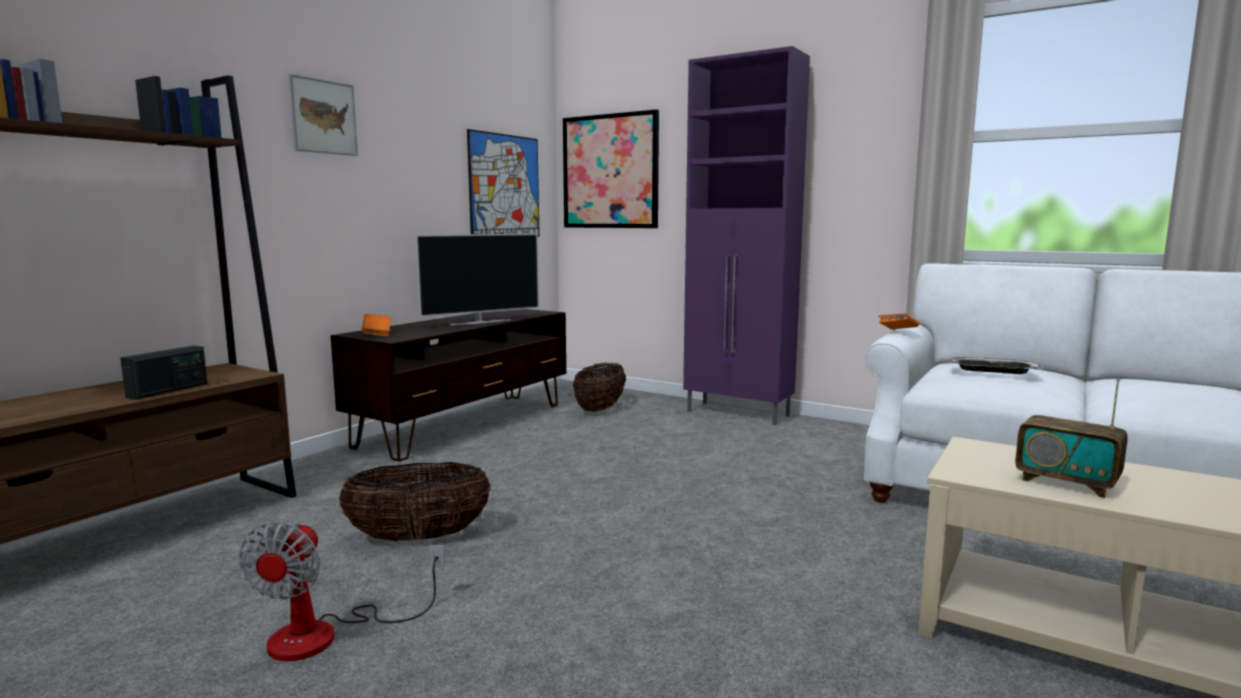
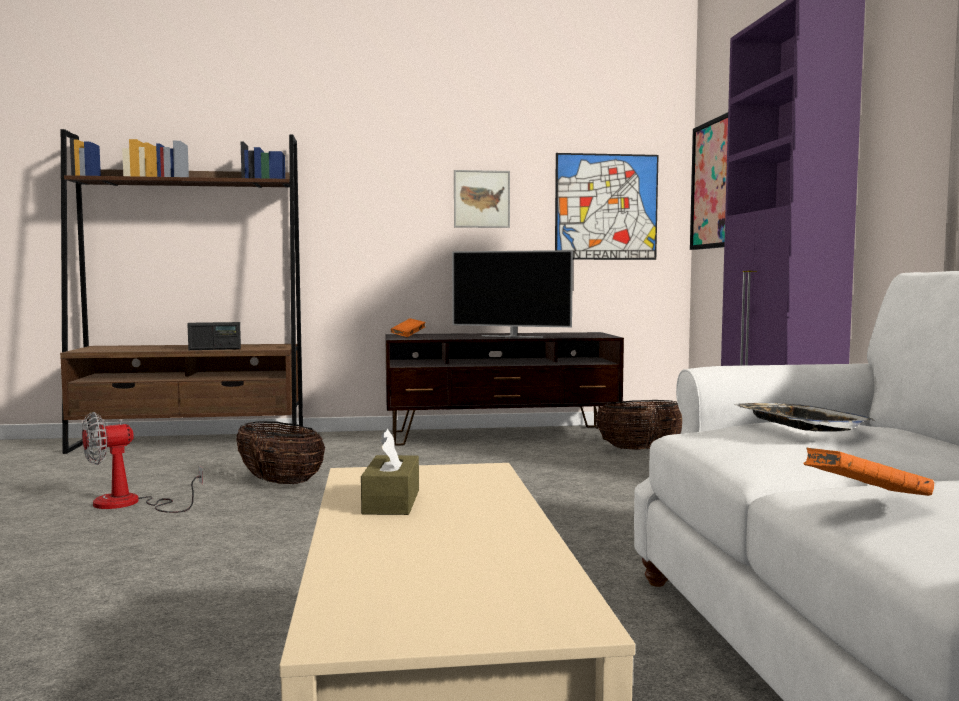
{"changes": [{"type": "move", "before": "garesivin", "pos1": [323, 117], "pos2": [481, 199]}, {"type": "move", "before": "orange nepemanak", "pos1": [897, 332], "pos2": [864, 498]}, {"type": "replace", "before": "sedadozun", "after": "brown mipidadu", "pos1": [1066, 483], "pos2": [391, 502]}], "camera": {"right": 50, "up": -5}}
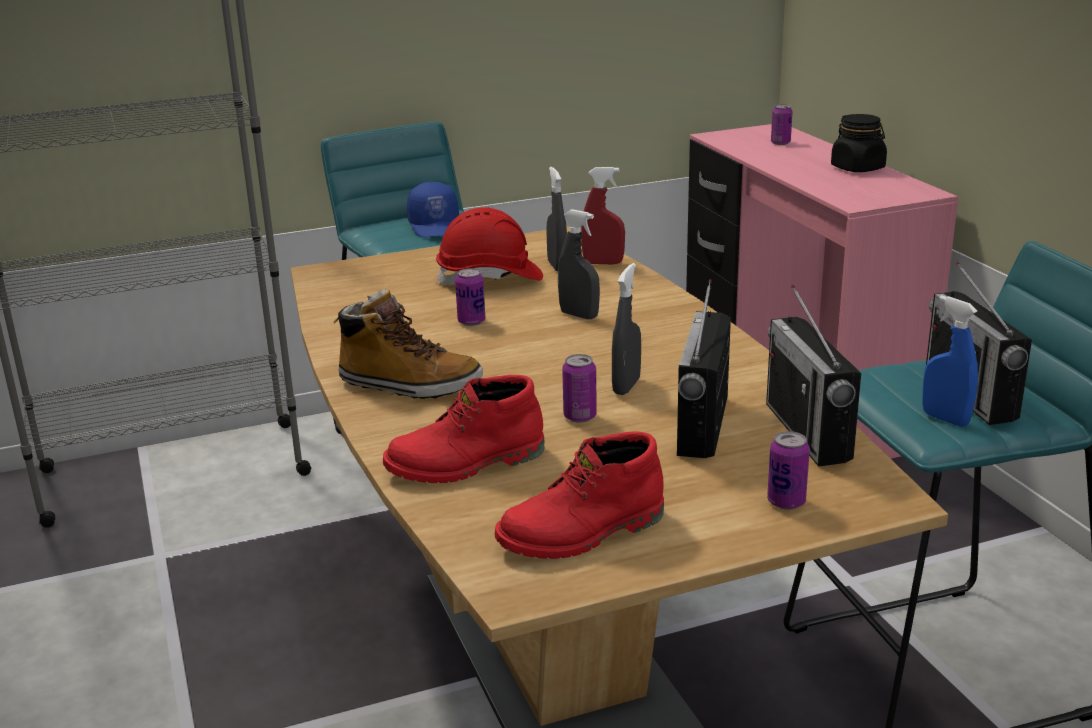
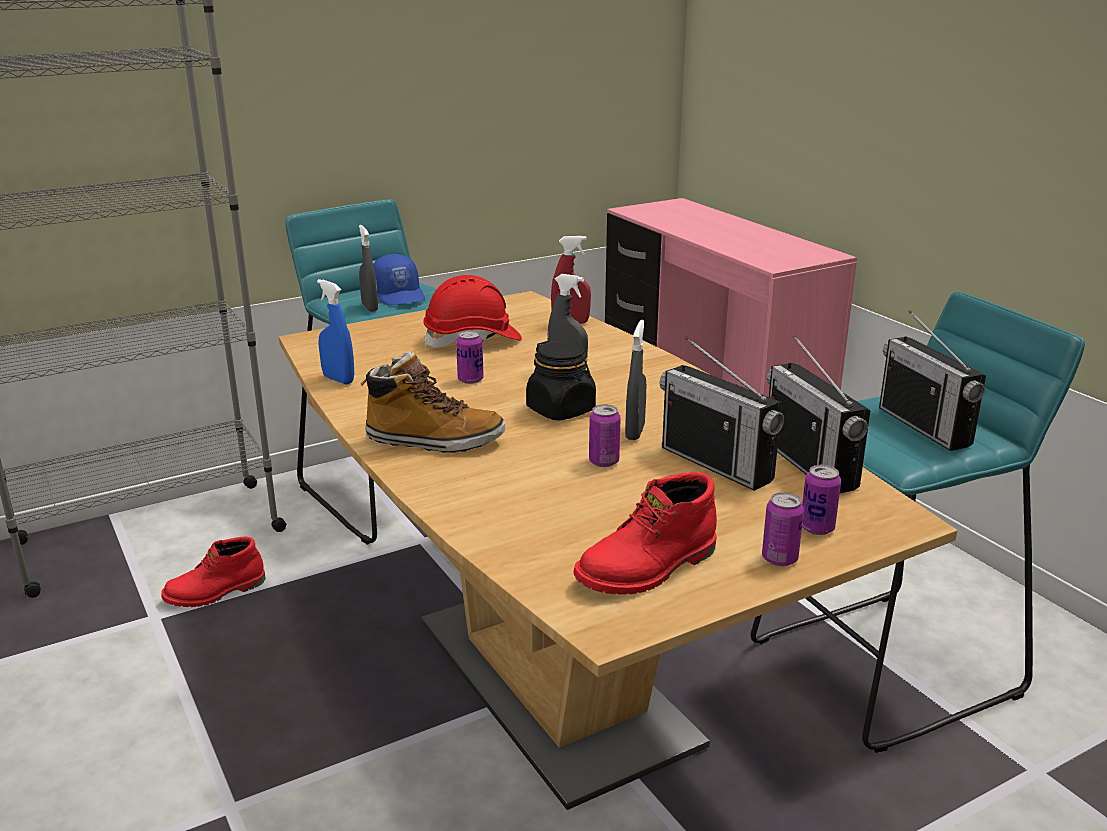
{"changes": [{"type": "move", "before": "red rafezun", "pos1": [466, 464], "pos2": [215, 593]}, {"type": "move", "before": "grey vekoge", "pos1": [557, 266], "pos2": [369, 307]}, {"type": "rotate", "before": "sedadozun", "pos1": [702, 425], "pos2": [716, 464], "turn": -45}, {"type": "move", "before": "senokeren", "pos1": [780, 143], "pos2": [779, 559]}, {"type": "move", "before": "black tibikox", "pos1": [858, 168], "pos2": [561, 410]}, {"type": "move", "before": "blue vekoge", "pos1": [945, 419], "pos2": [338, 379]}], "camera": {"right": -10, "up": 0}}
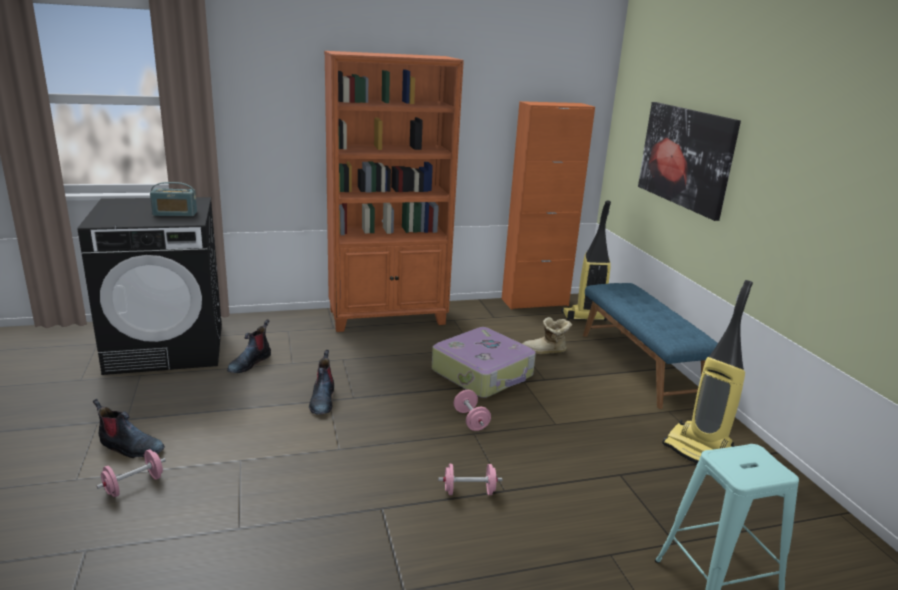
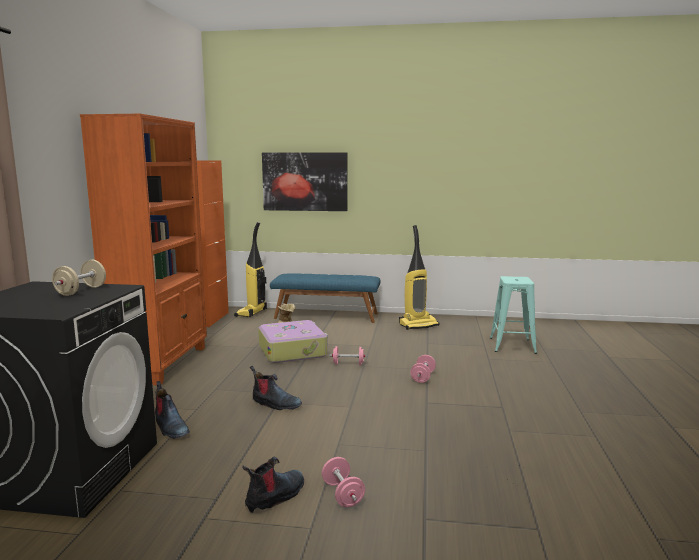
{"changes": [{"type": "replace", "before": "sedadozun", "after": "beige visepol", "pos1": [175, 214], "pos2": [81, 291]}], "camera": {"right": -65, "up": -10}}
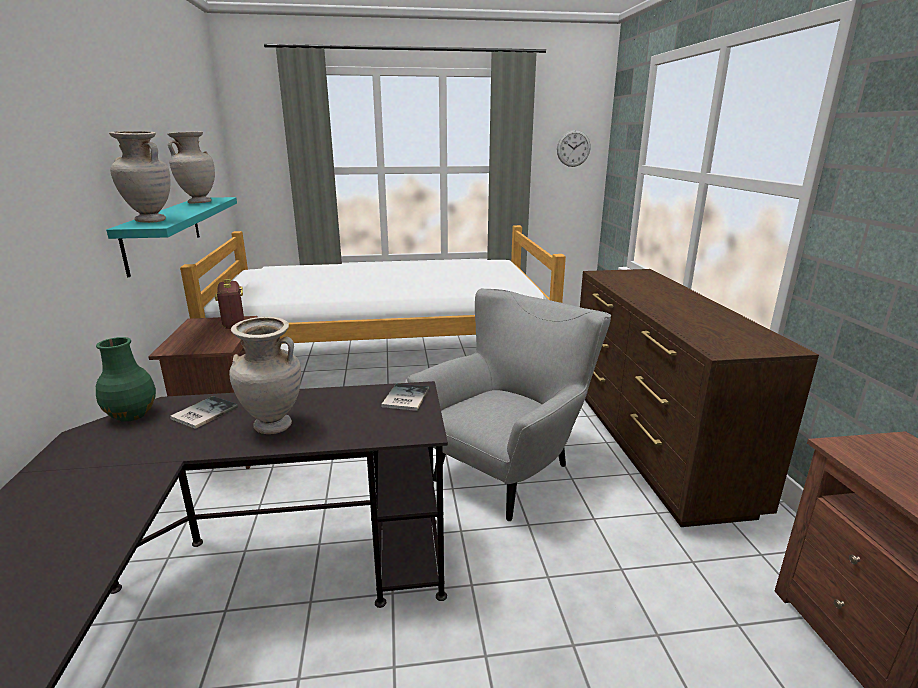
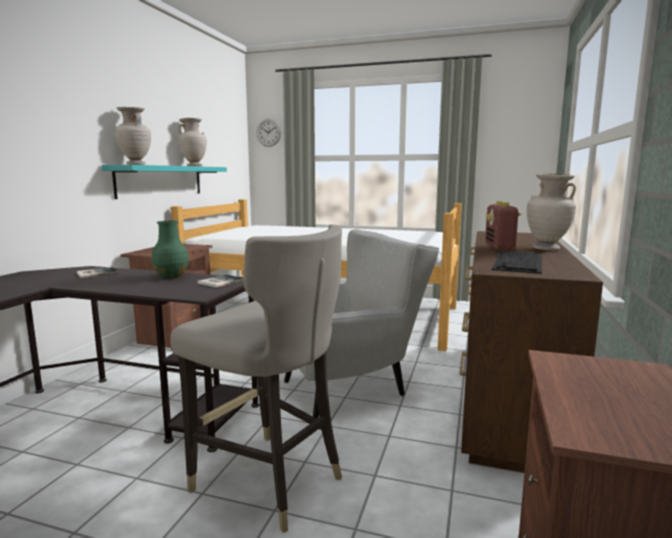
{"changes": [{"type": "move", "before": "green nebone", "pos1": [132, 415], "pos2": [171, 276]}, {"type": "move", "before": "sedadozun", "pos1": [234, 323], "pos2": [499, 247]}, {"type": "move", "before": "beige nebone", "pos1": [273, 427], "pos2": [546, 249]}, {"type": "move", "before": "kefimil", "pos1": [573, 148], "pos2": [268, 132]}, {"type": "insert", "after": "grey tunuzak", "pos2": [270, 481]}, {"type": "insert", "after": "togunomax", "pos2": [519, 262]}], "camera": {"right": 25, "up": -10}}
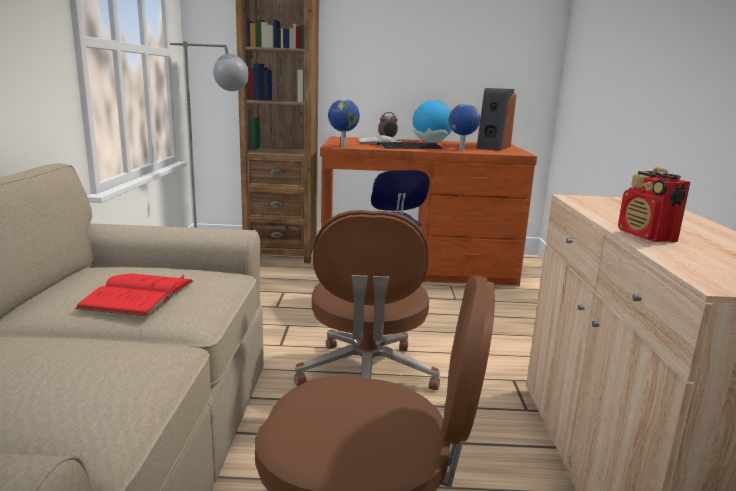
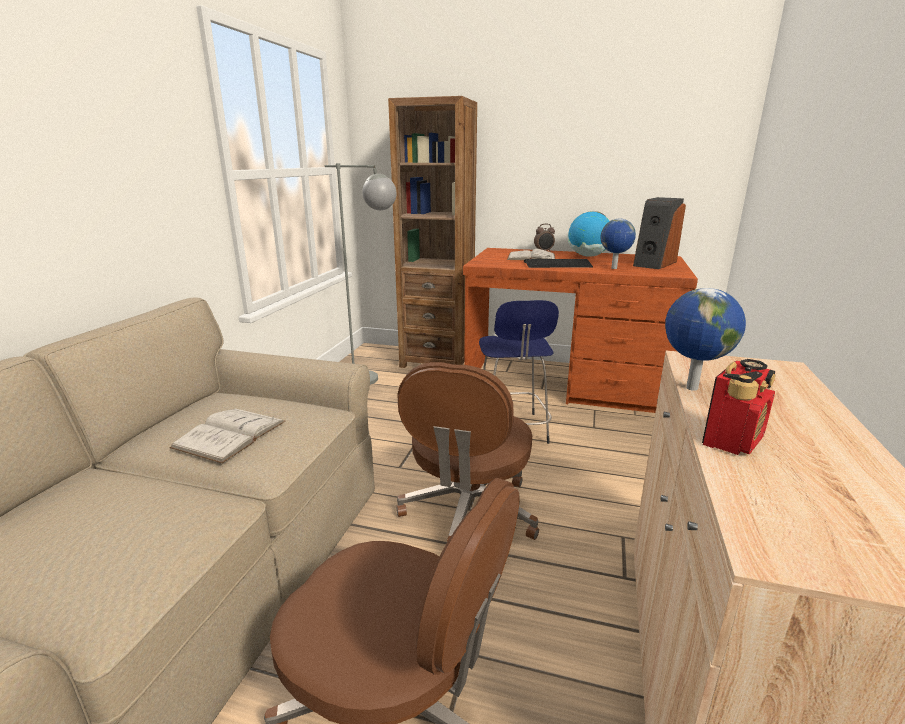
{"changes": [{"type": "recolor", "before": "red nepemanak", "after": "white nepemanak", "pos1": [138, 294], "pos2": [230, 434]}, {"type": "move", "before": "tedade", "pos1": [342, 146], "pos2": [690, 388]}, {"type": "rotate", "before": "sedadozun", "pos1": [647, 236], "pos2": [733, 440], "turn": -135}], "camera": {"right": 15, "up": 5}}
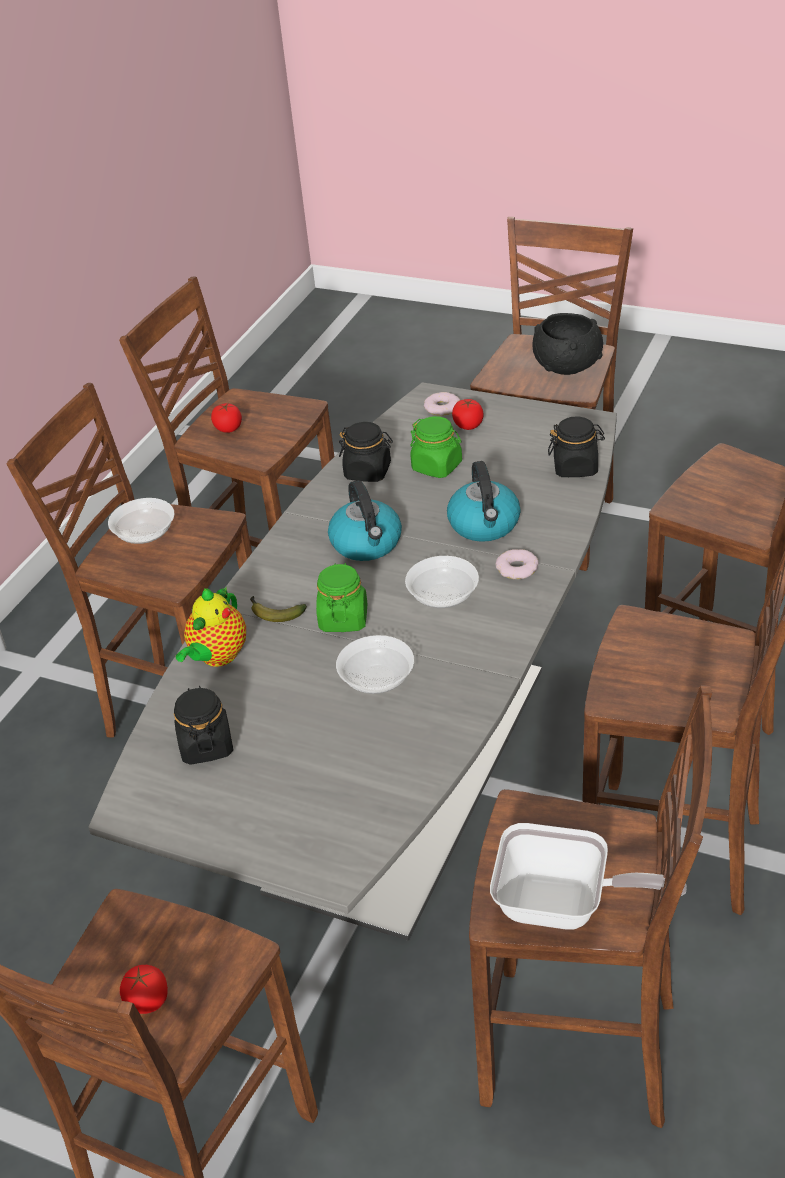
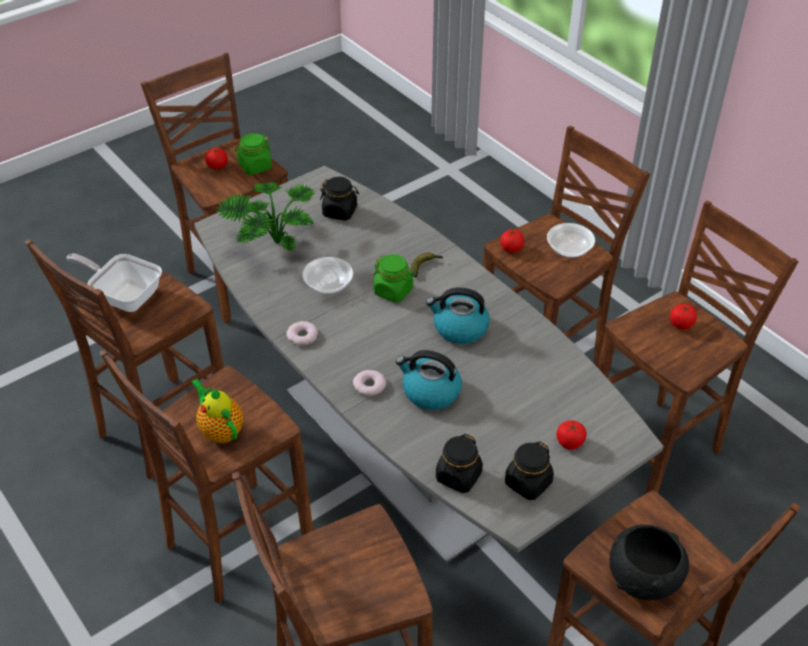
{"changes": [{"type": "move", "before": "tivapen", "pos1": [217, 657], "pos2": [220, 430]}, {"type": "move", "before": "black tibikox", "pos1": [368, 471], "pos2": [528, 483]}, {"type": "delete", "before": "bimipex", "pos1": [443, 596]}, {"type": "move", "before": "green tibikox", "pos1": [437, 466], "pos2": [255, 167]}, {"type": "move", "before": "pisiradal", "pos1": [442, 407], "pos2": [302, 336]}, {"type": "rotate", "before": "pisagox", "pos1": [564, 906], "pos2": [124, 296], "turn": 75}, {"type": "insert", "after": "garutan", "pos2": [270, 244]}, {"type": "insert", "after": "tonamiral", "pos2": [511, 248]}], "camera": {"right": 115, "up": 5}}
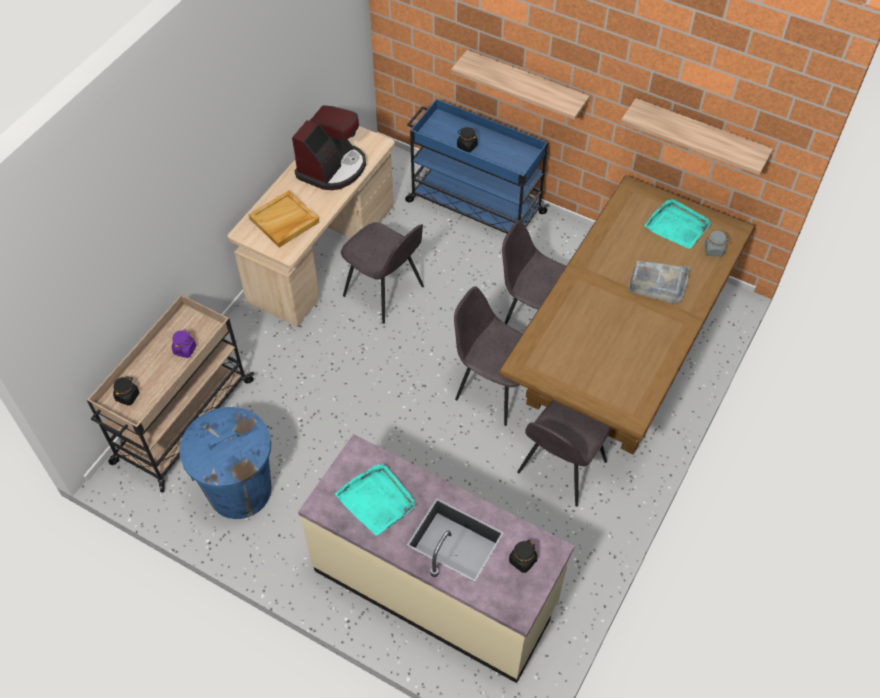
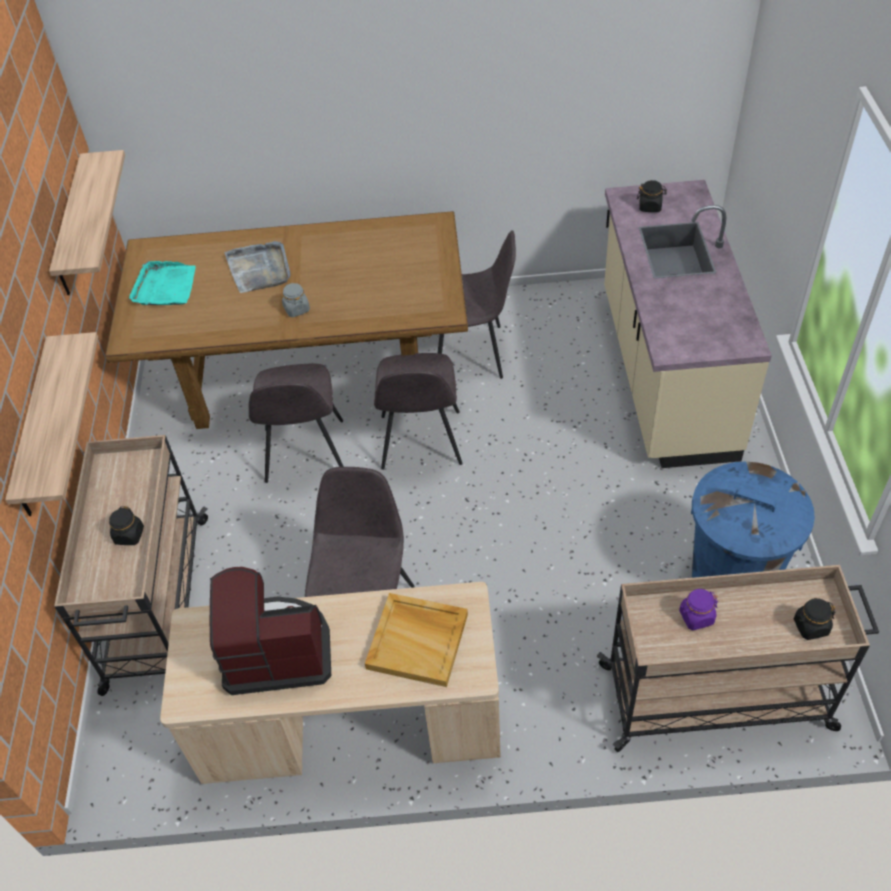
{"changes": [{"type": "delete", "before": "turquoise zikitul", "pos1": [377, 500]}, {"type": "recolor", "before": "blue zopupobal", "after": "beige zopupobal", "pos1": [474, 206], "pos2": [156, 604]}, {"type": "move", "before": "grey tibikox", "pos1": [714, 250], "pos2": [296, 309]}], "camera": {"right": -120, "up": -5}}
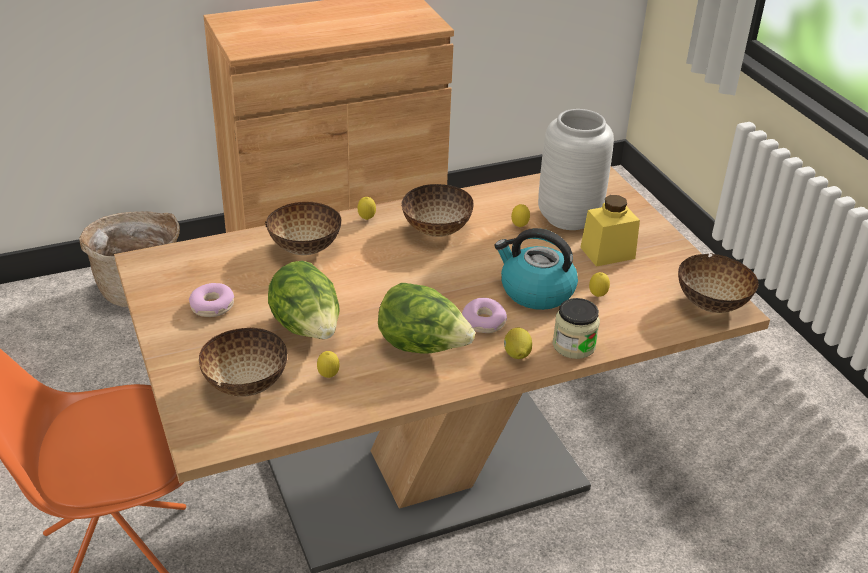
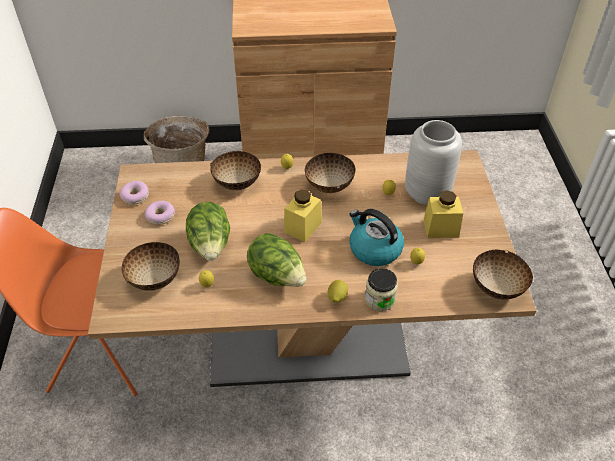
{"changes": [{"type": "move", "before": "pisiradal", "pos1": [484, 322], "pos2": [135, 196]}, {"type": "insert", "after": "yellow tibikox", "pos2": [302, 227]}], "camera": {"right": 20, "up": 10}}
